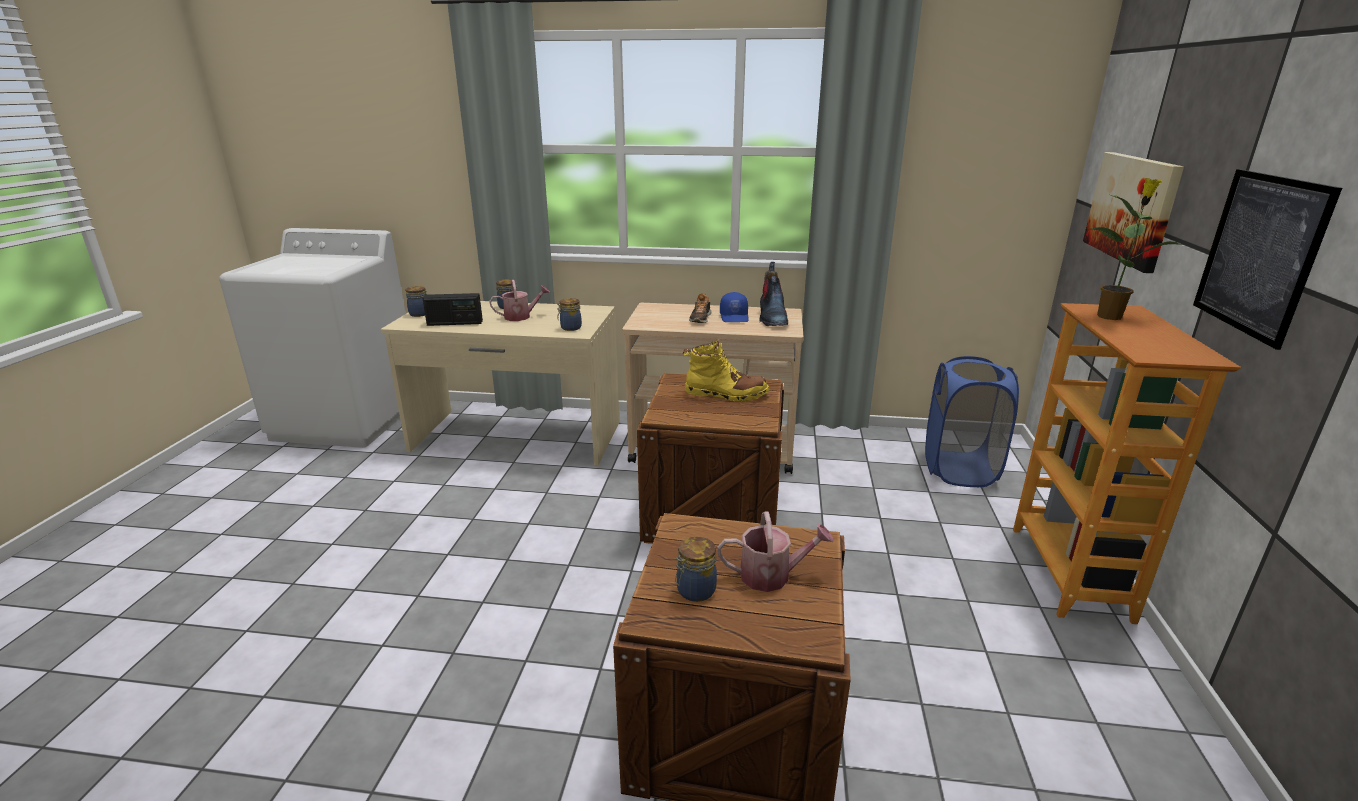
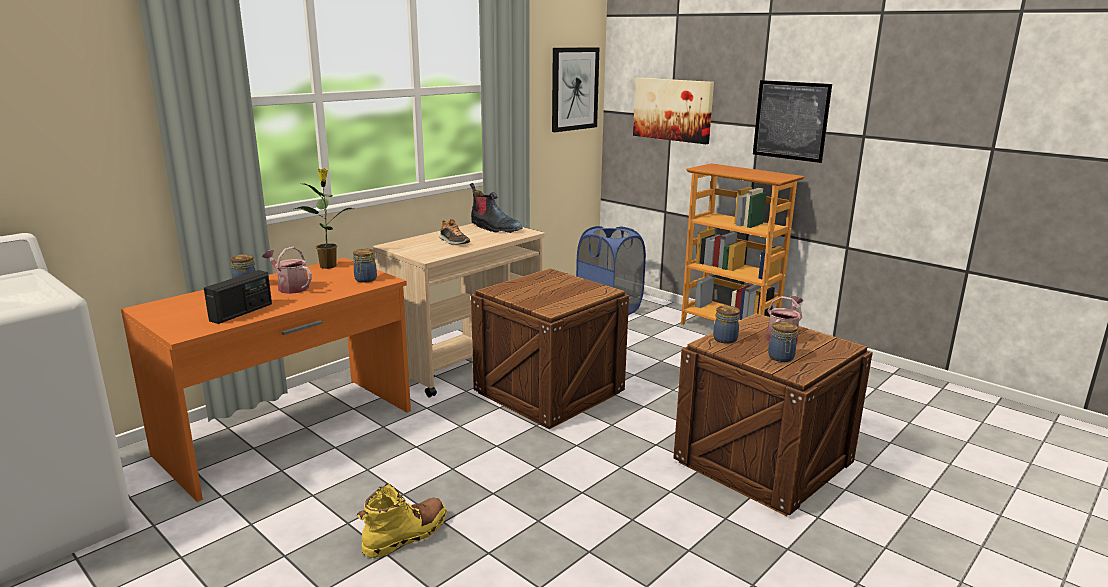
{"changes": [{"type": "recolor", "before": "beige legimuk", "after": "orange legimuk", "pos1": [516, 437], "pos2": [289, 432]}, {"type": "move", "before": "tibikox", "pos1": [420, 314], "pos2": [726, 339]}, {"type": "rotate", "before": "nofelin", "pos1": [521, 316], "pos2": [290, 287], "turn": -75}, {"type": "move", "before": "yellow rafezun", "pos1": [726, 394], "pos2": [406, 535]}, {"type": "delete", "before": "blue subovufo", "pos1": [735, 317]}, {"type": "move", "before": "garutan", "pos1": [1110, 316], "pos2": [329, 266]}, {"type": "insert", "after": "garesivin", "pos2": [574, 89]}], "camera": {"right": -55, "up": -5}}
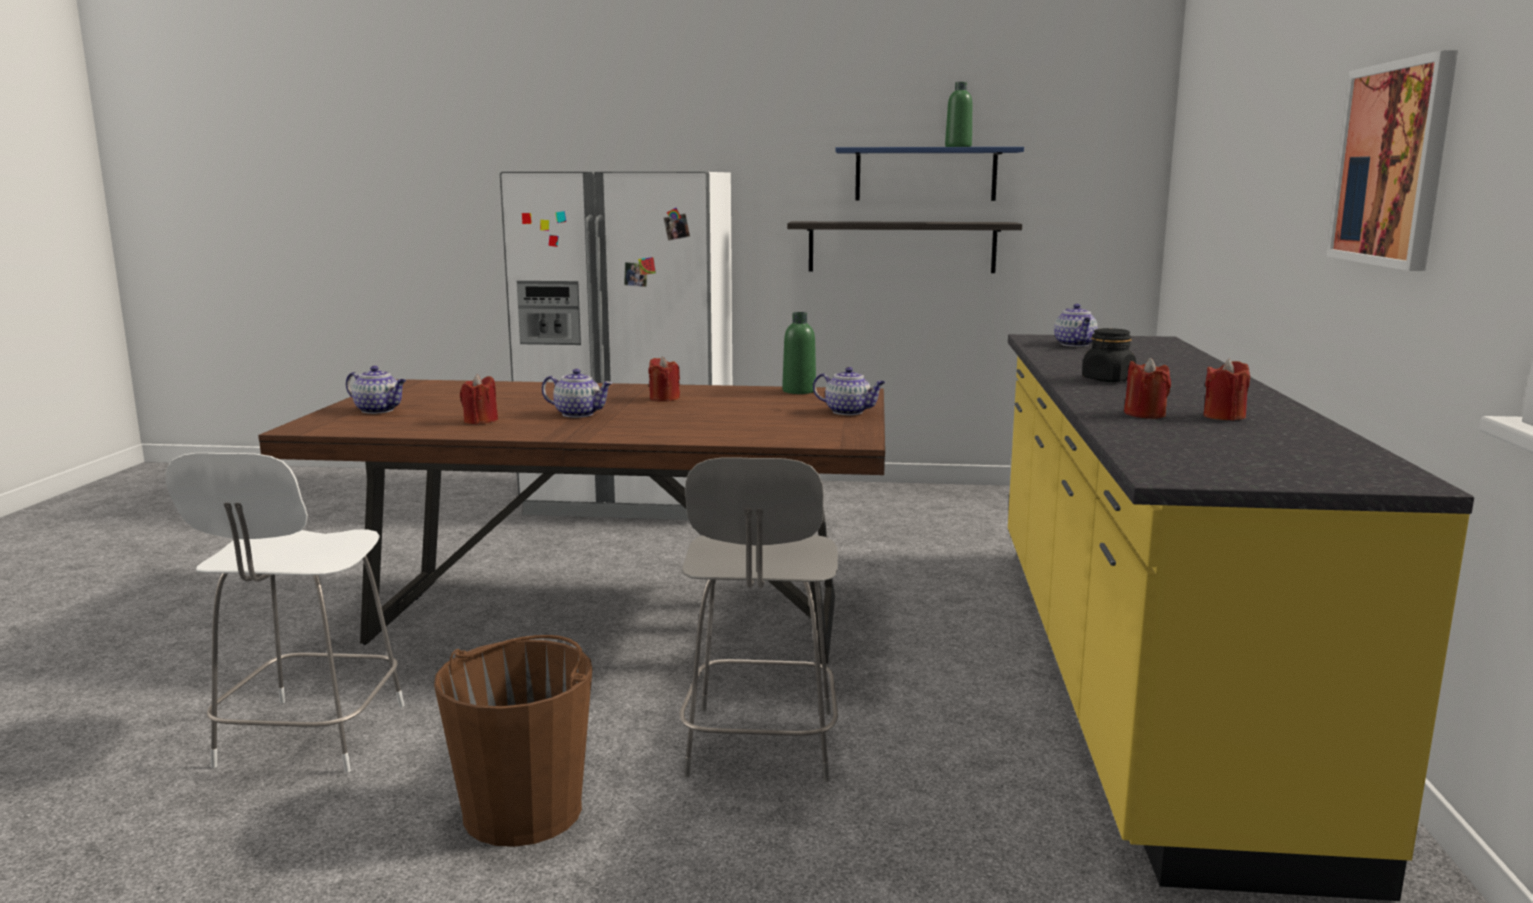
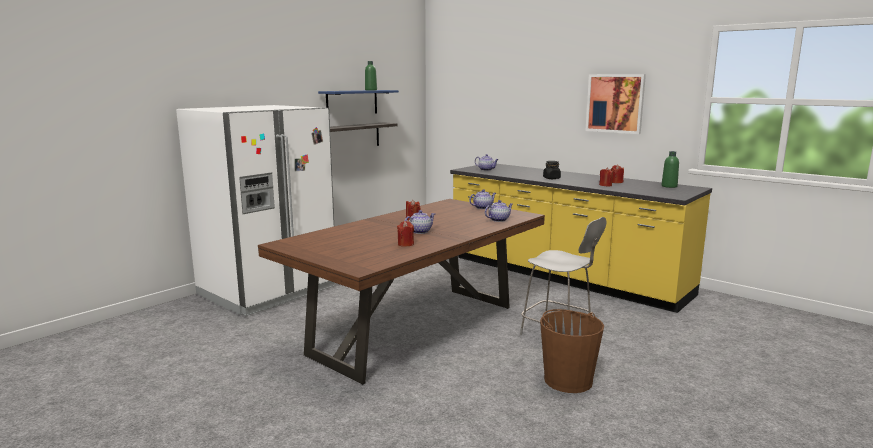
{"changes": [{"type": "delete", "before": "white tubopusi", "pos1": [309, 738]}, {"type": "move", "before": "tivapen", "pos1": [379, 410], "pos2": [499, 220]}, {"type": "move", "before": "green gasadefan", "pos1": [799, 391], "pos2": [669, 186]}], "camera": {"right": -55, "up": 0}}
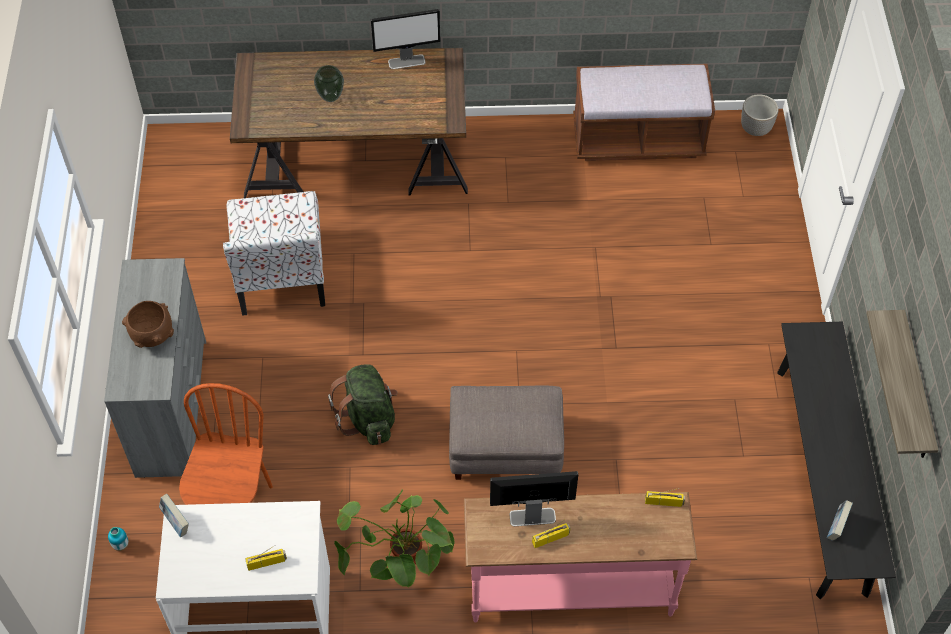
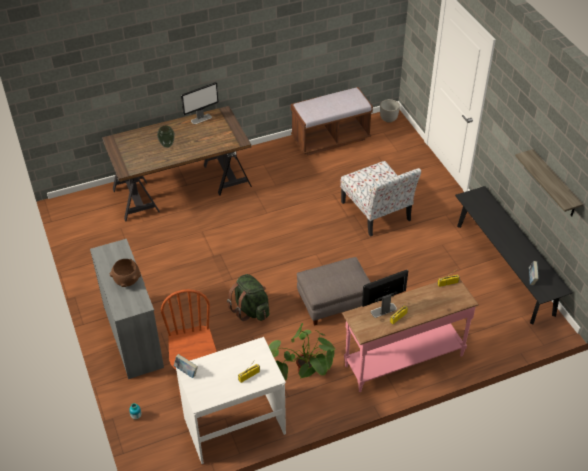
{"changes": [{"type": "move", "before": "tubopusi", "pos1": [280, 274], "pos2": [376, 212]}], "camera": {"right": -20, "up": -10}}
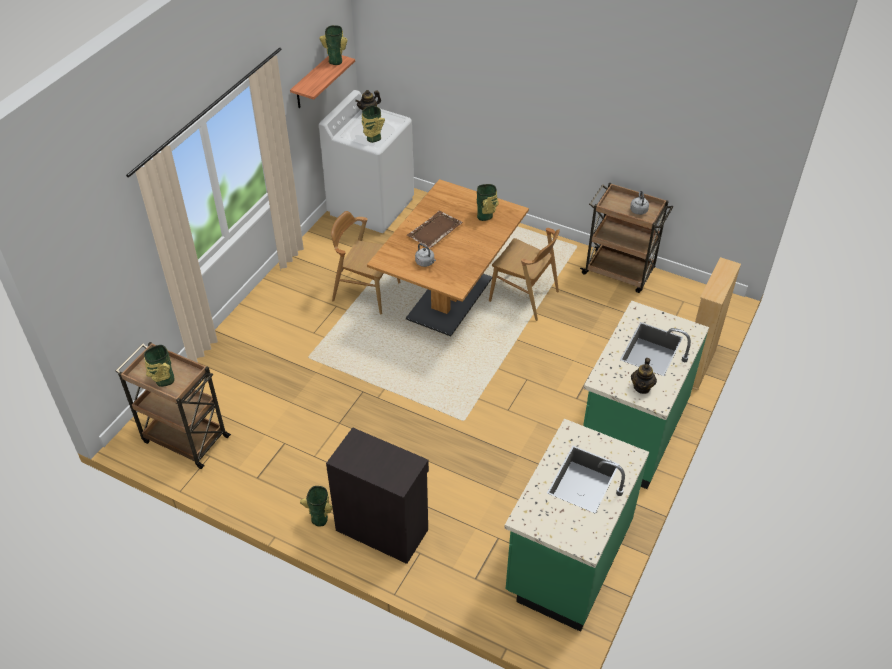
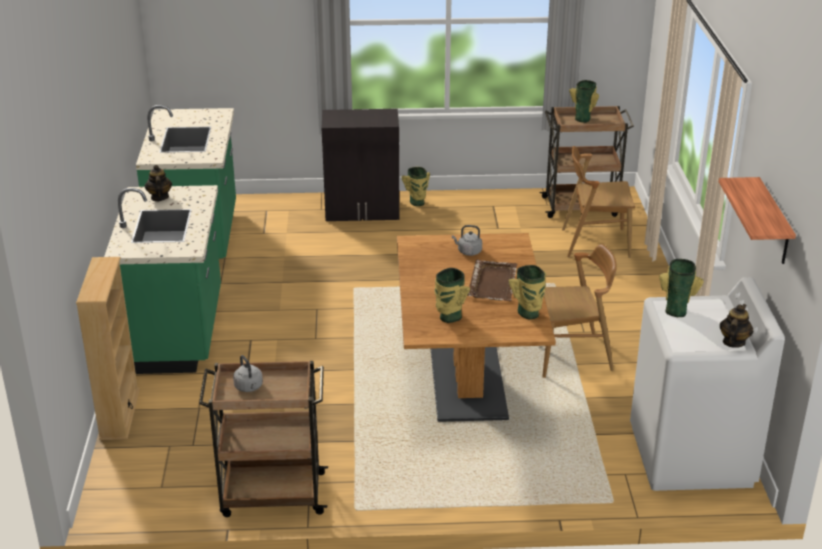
{"changes": [{"type": "move", "before": "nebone", "pos1": [336, 60], "pos2": [529, 314]}, {"type": "move", "before": "brown tubopusi", "pos1": [524, 296], "pos2": [595, 243]}], "camera": {"right": 150, "up": -15}}
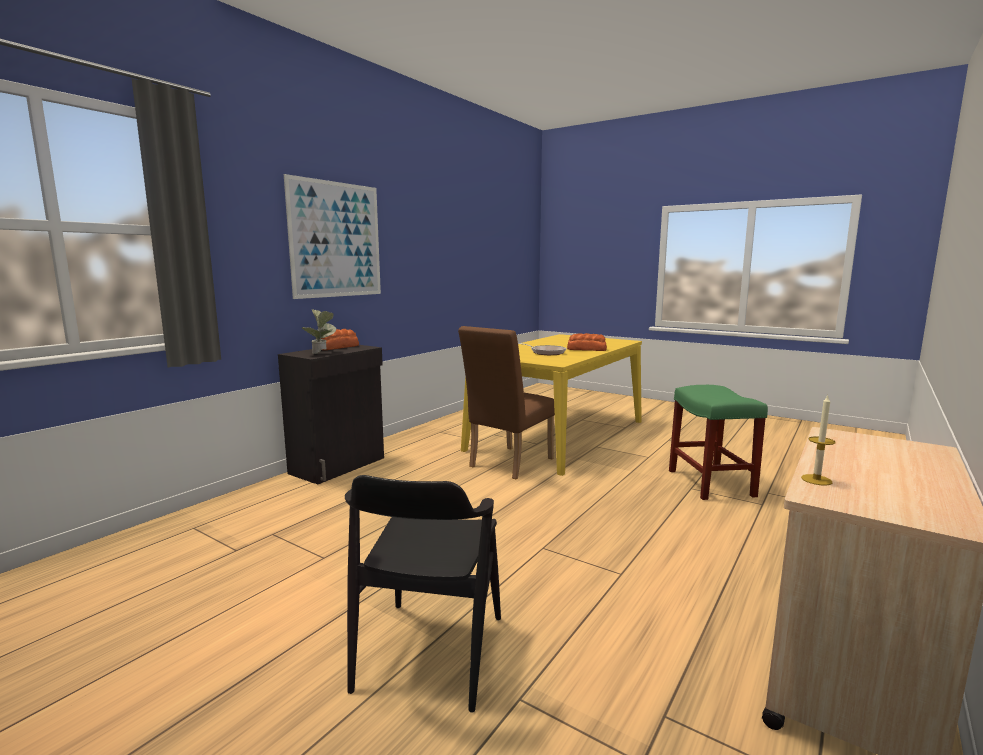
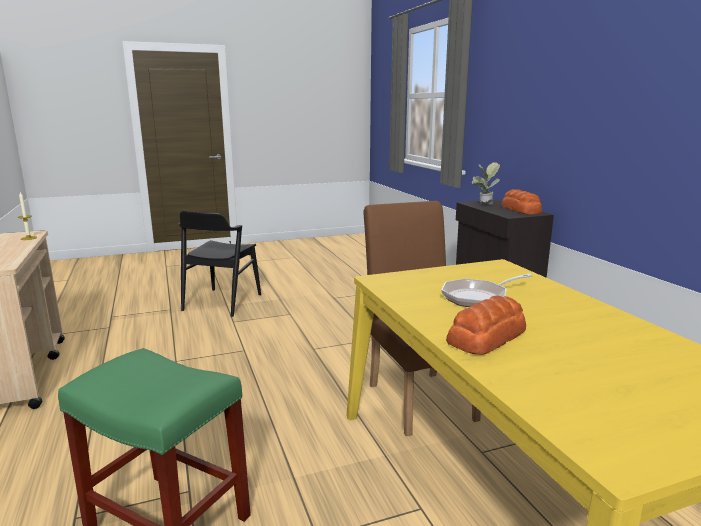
{"changes": [{"type": "delete", "before": "garesivin", "pos1": [336, 240]}, {"type": "rotate", "before": "black tubopusi", "pos1": [429, 652], "pos2": [222, 302], "turn": -120}], "camera": {"right": 125, "up": 5}}
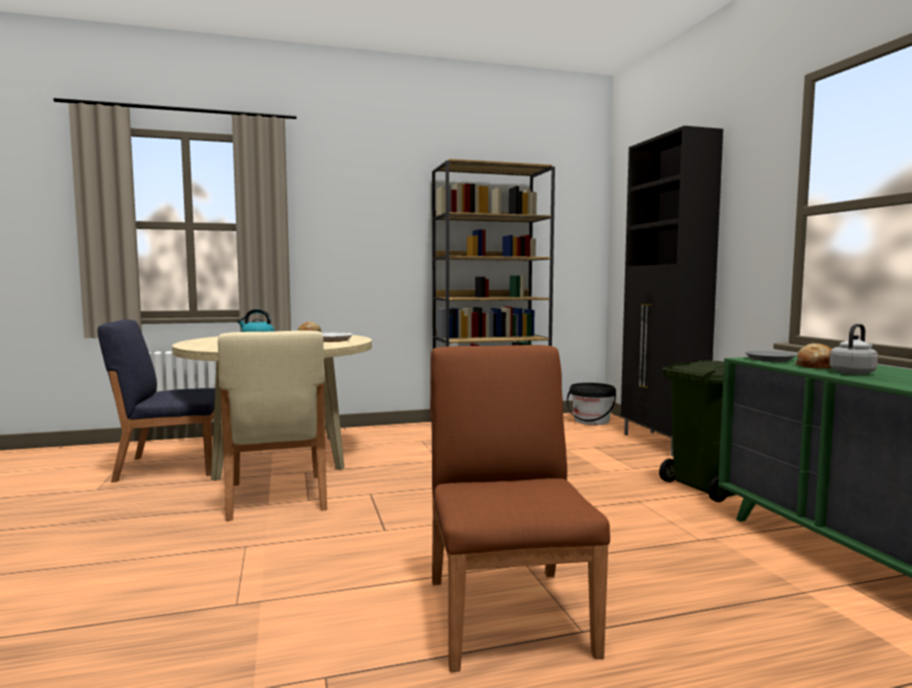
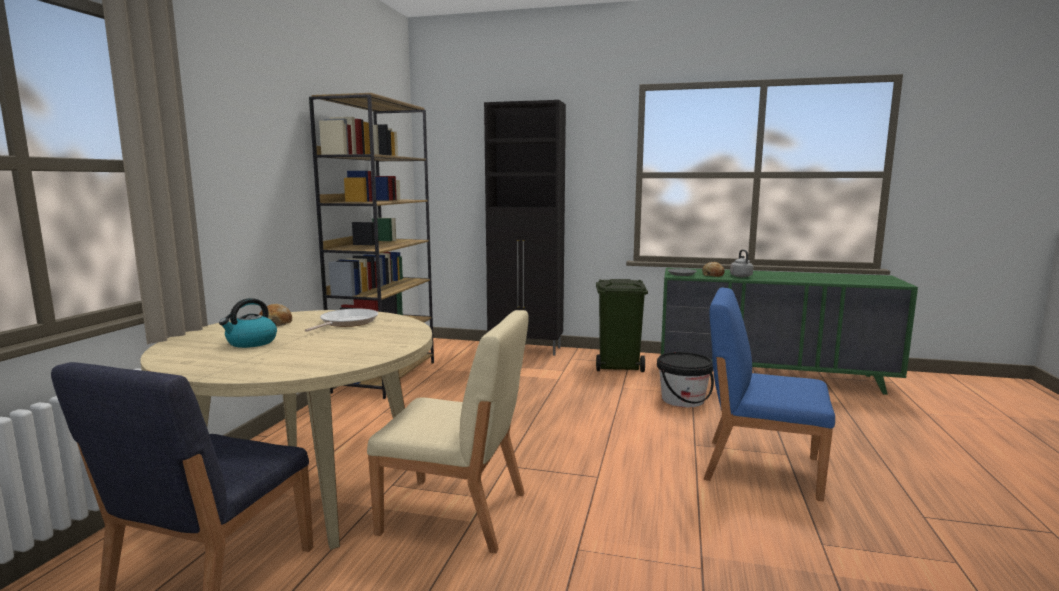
{"changes": [{"type": "recolor", "before": "brown tubopusi", "after": "blue tubopusi", "pos1": [509, 613], "pos2": [760, 467]}, {"type": "move", "before": "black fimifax", "pos1": [591, 421], "pos2": [683, 400]}], "camera": {"right": -60, "up": 5}}
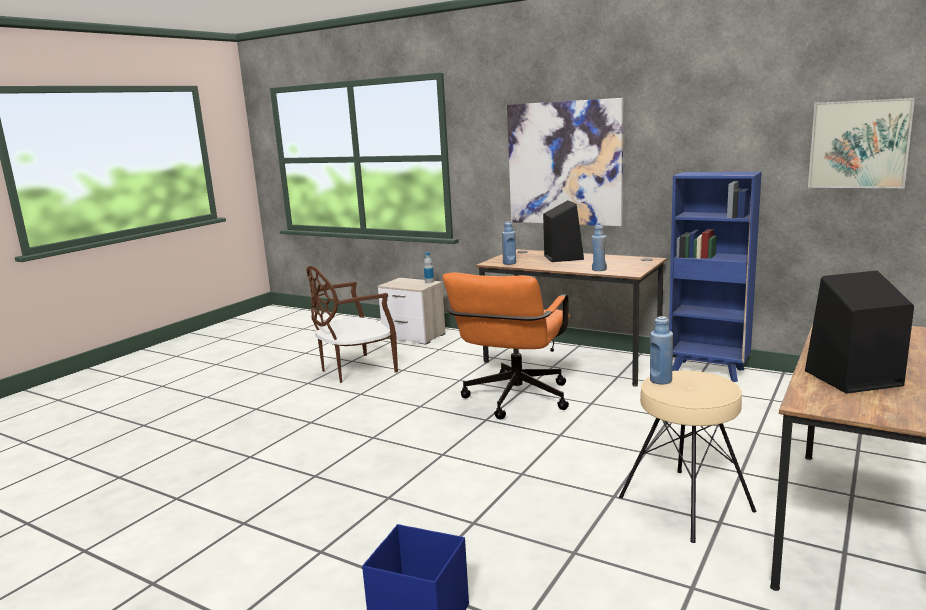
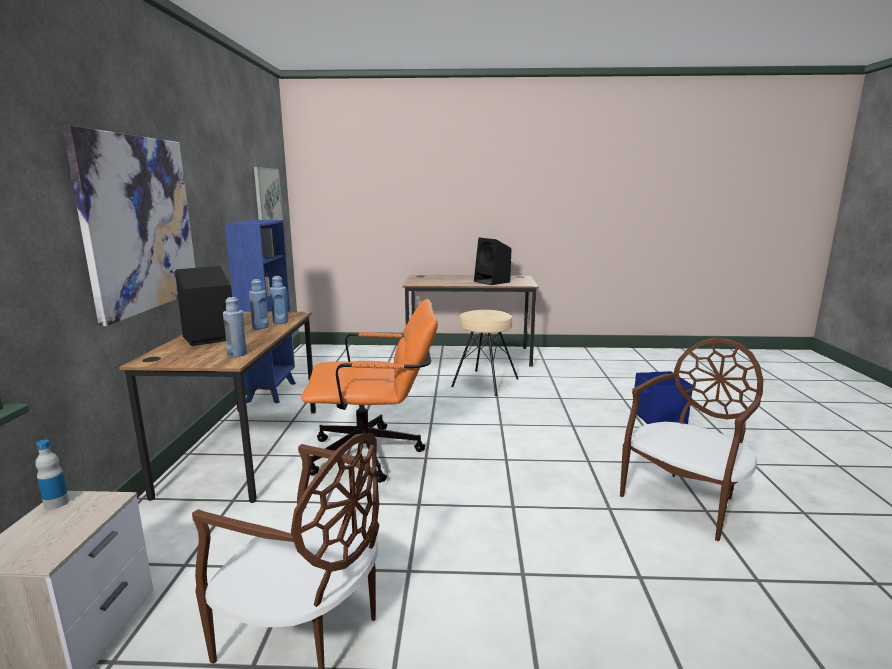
{"changes": [{"type": "move", "before": "blue gasadefan", "pos1": [660, 380], "pos2": [260, 327]}, {"type": "insert", "after": "brown tubopusi", "pos2": [685, 500]}], "camera": {"right": -120, "up": 0}}
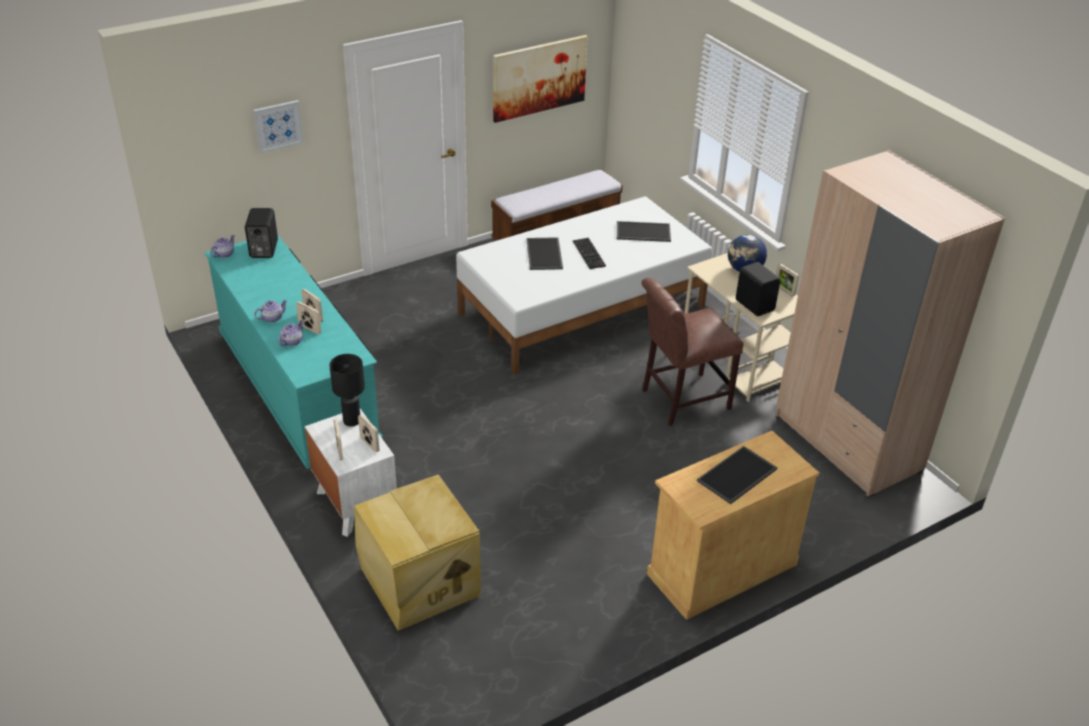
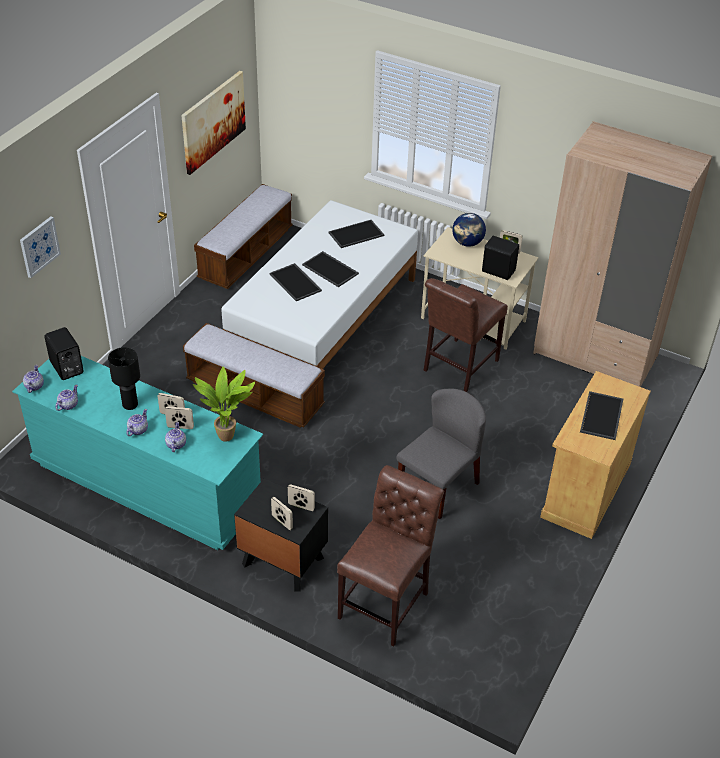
{"changes": [{"type": "recolor", "before": "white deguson", "after": "black deguson", "pos1": [355, 503], "pos2": [282, 561]}, {"type": "move", "before": "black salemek", "pos1": [351, 421], "pos2": [129, 405]}, {"type": "replace", "before": "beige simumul", "after": "brown tubopusi", "pos1": [419, 583], "pos2": [387, 602]}, {"type": "replace", "before": "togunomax", "after": "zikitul", "pos1": [590, 254], "pos2": [331, 269]}, {"type": "insert", "after": "tivapen", "pos2": [68, 405]}, {"type": "insert", "after": "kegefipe", "pos2": [255, 394]}, {"type": "insert", "after": "garutan", "pos2": [228, 435]}, {"type": "insert", "after": "grey tubopusi", "pos2": [438, 486]}], "camera": {"right": -30, "up": 5}}
